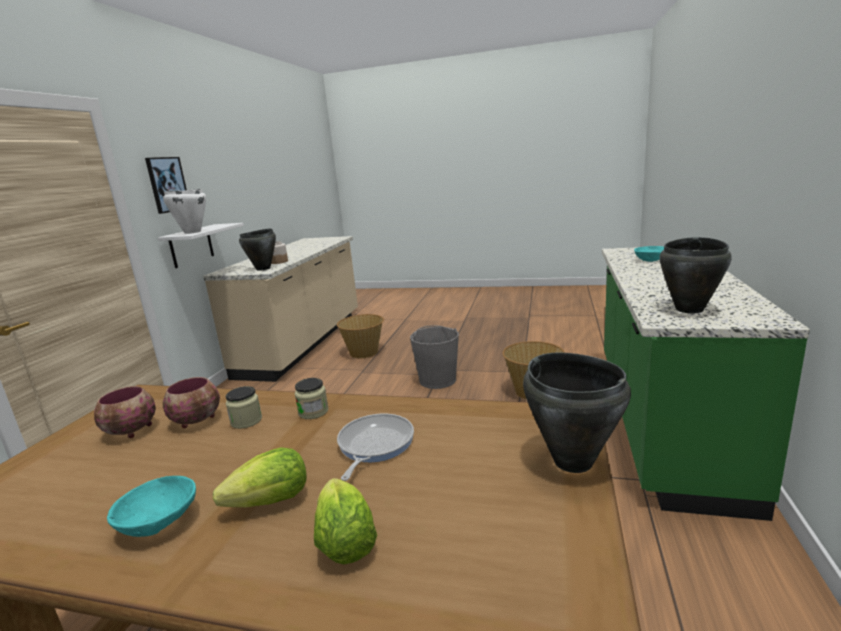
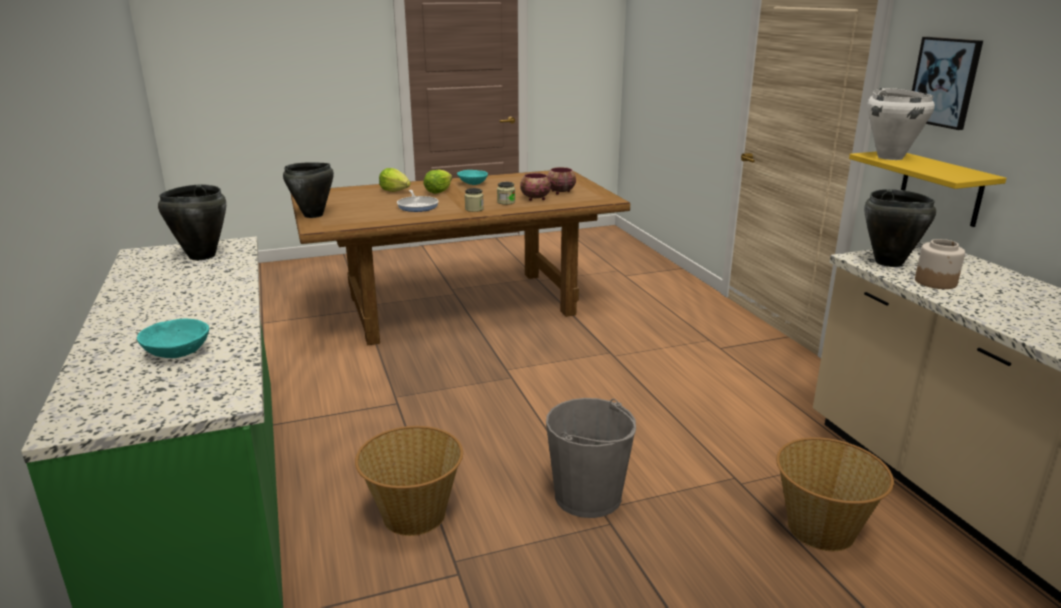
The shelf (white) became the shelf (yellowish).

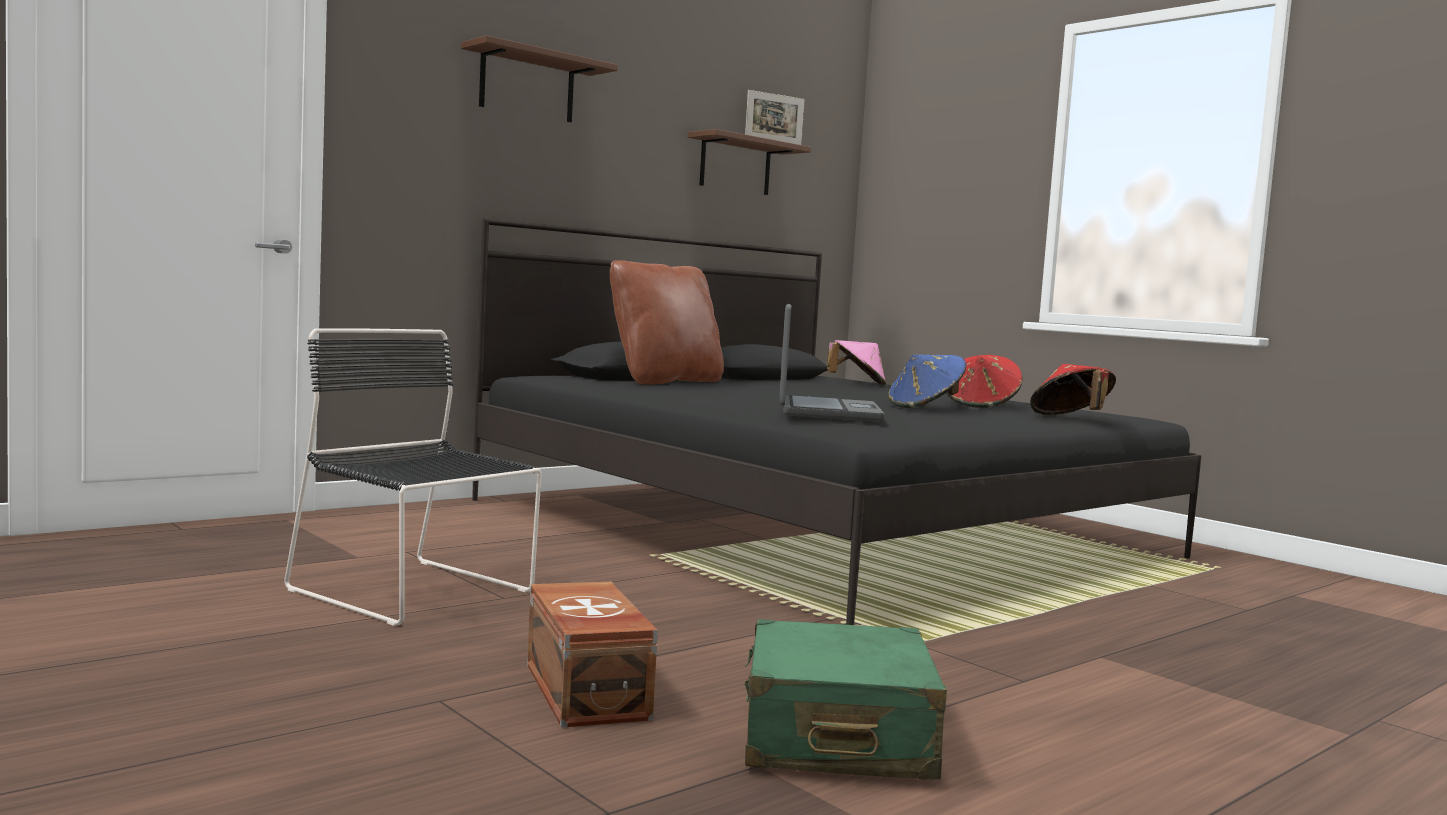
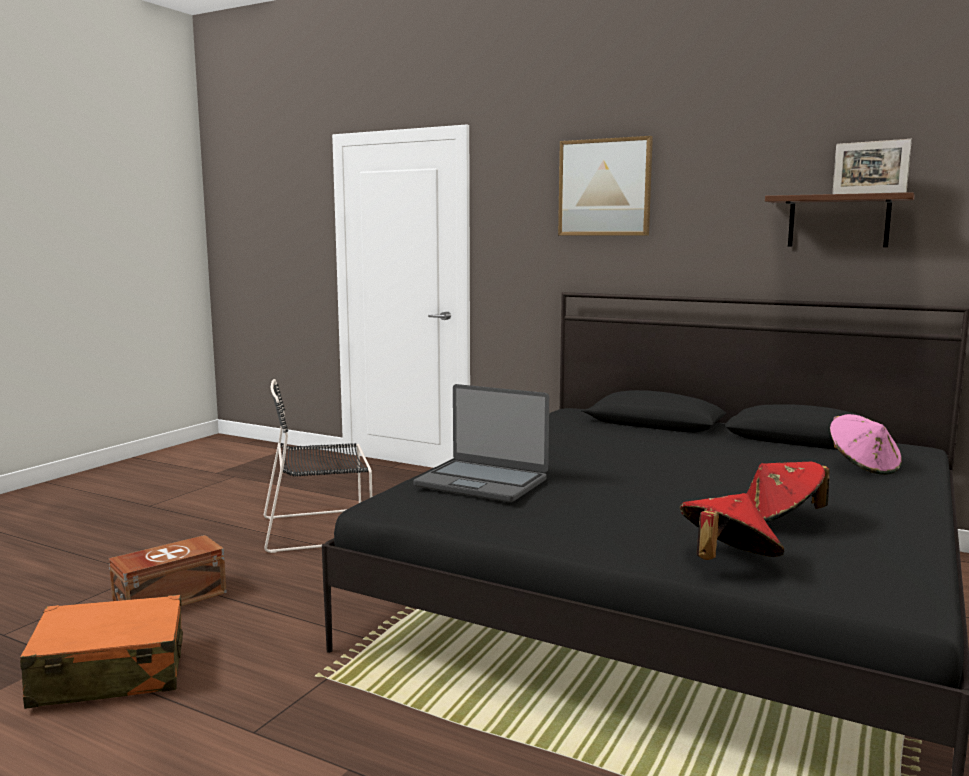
The chair (black-coloured) turned 120 degrees counterclockwise. The shelf (brownish) (no. 1 from left) was replaced by the wall picture. The throw pillow (brownish) disappeared. The suitcase (green) became the suitcase (orangey). The laptop turned 45 degrees clockwise. The hat (blue) disappeared.

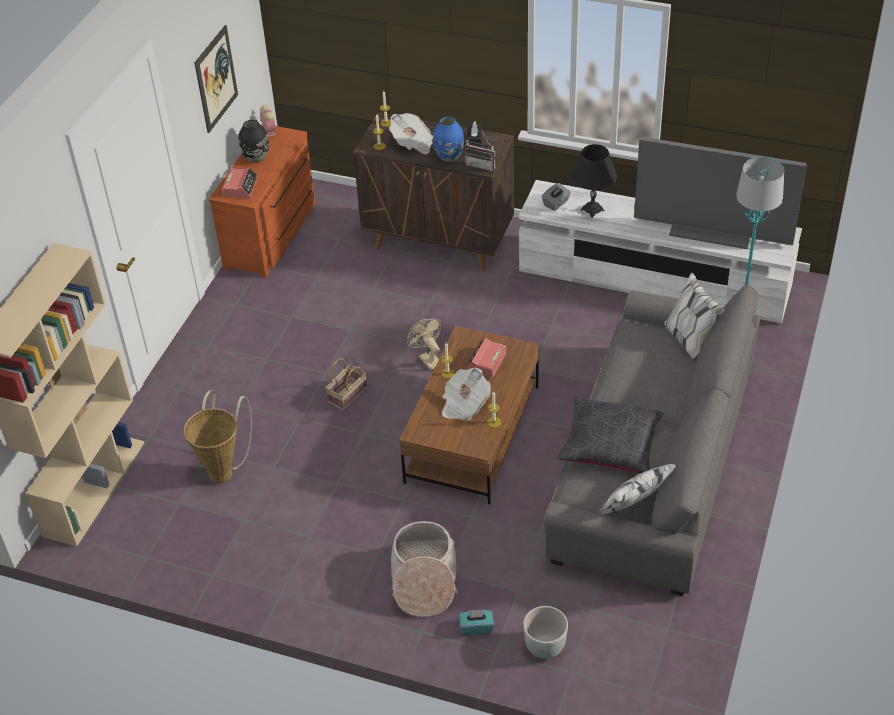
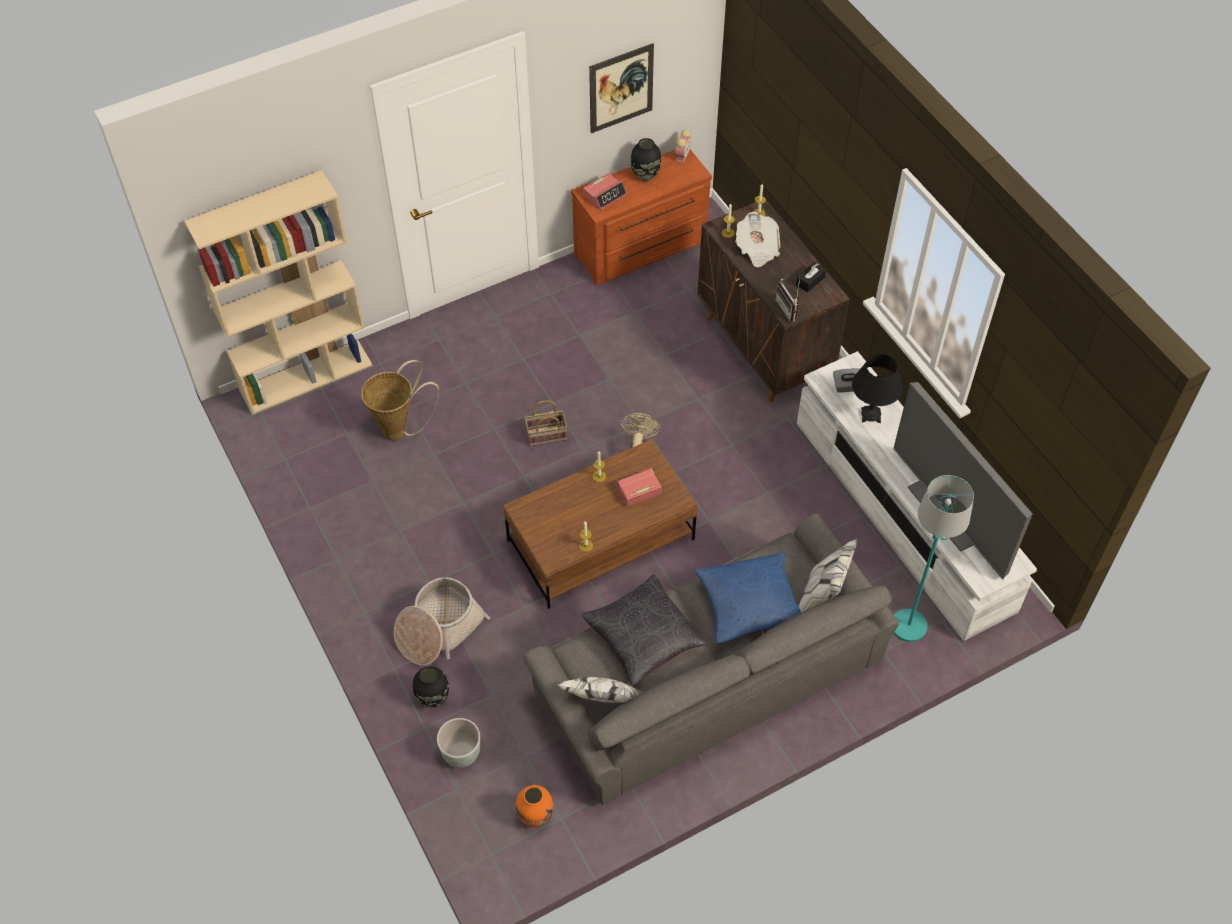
The decorative vase (blue) disappeared. The printed paper (no. 2 from left) disappeared. The tissue holder (blue-green) was replaced by the decorative vase (black-coloured) (no. 1 from left). The decorative vase (orangey) appeared. The throw pillow (blue) appeared.

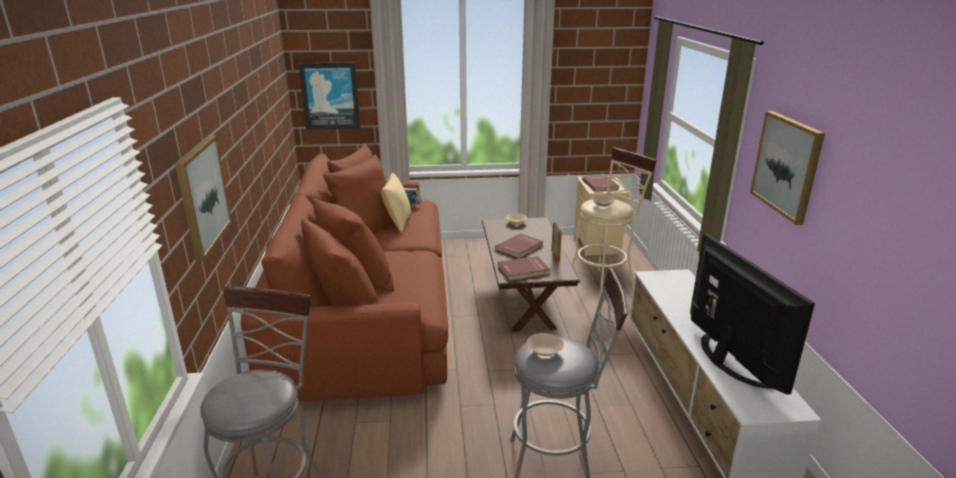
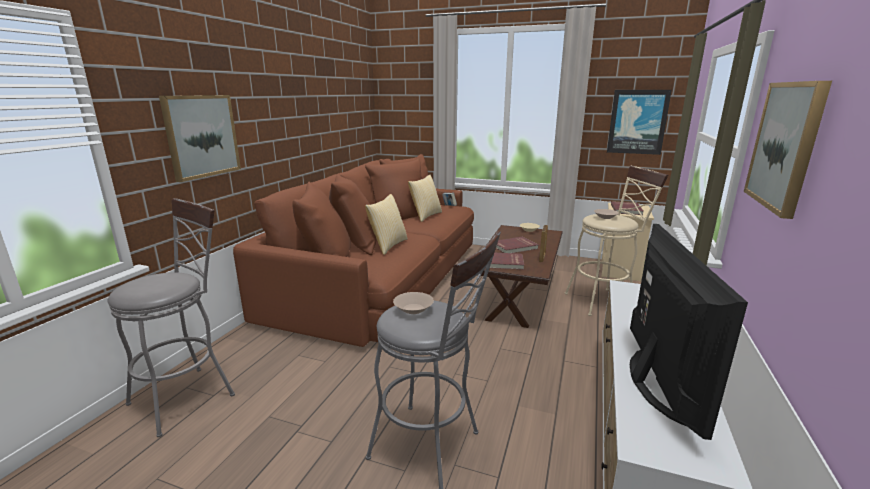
The wall picture (no. 2 from left) moved. The throw pillow (no. 1 from left) appeared.

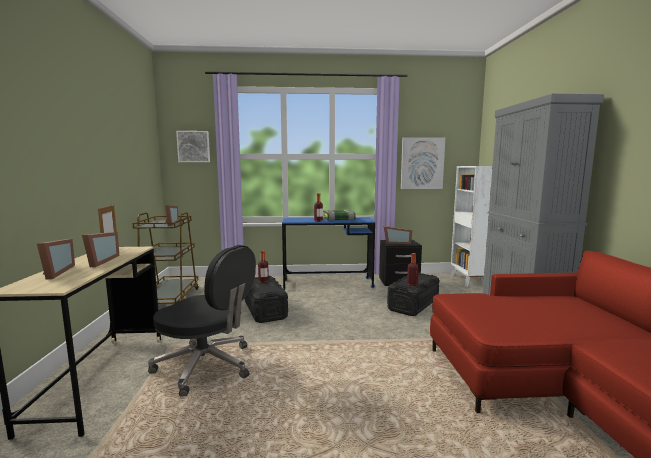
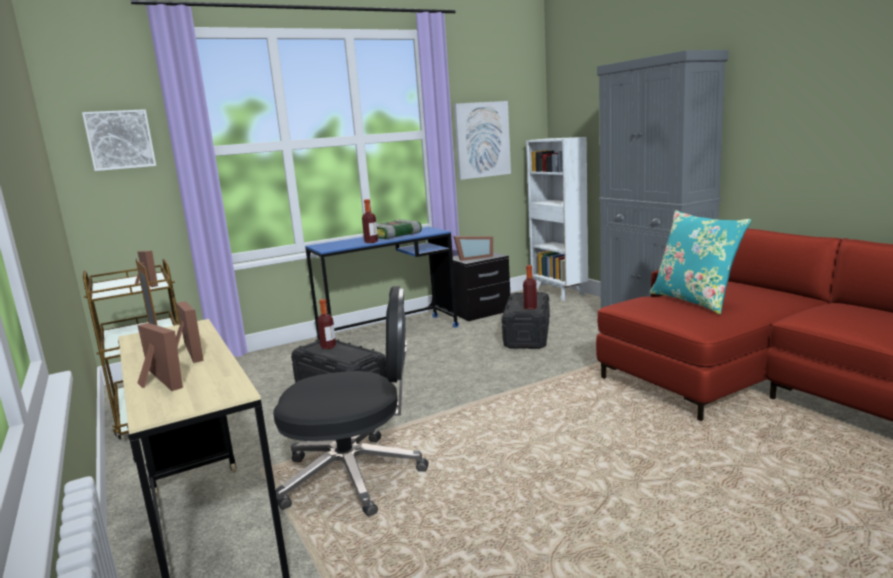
The throw pillow (blue-green) appeared.

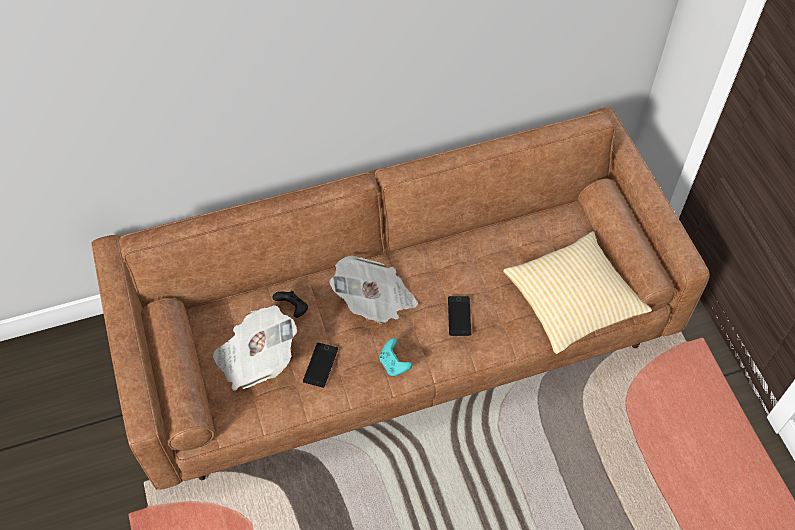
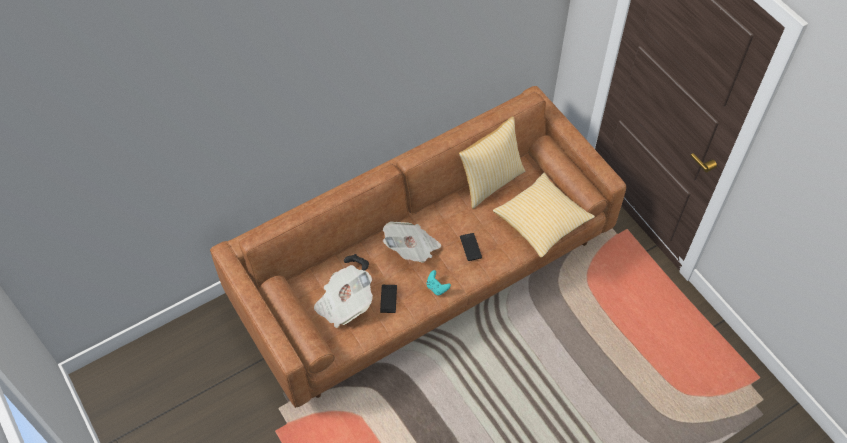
The throw pillow (no. 1 from left) appeared.

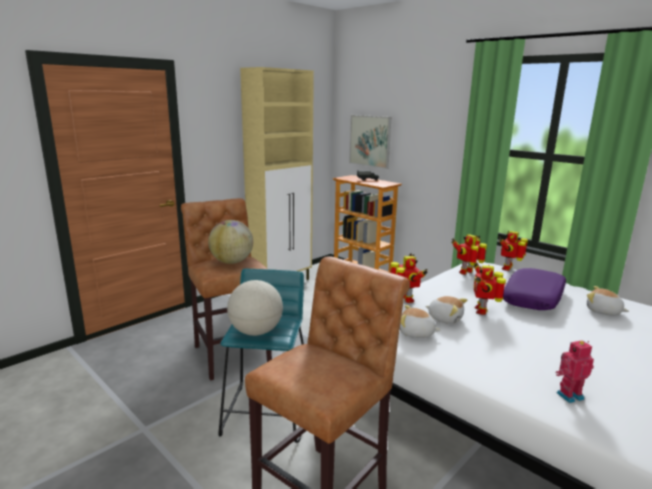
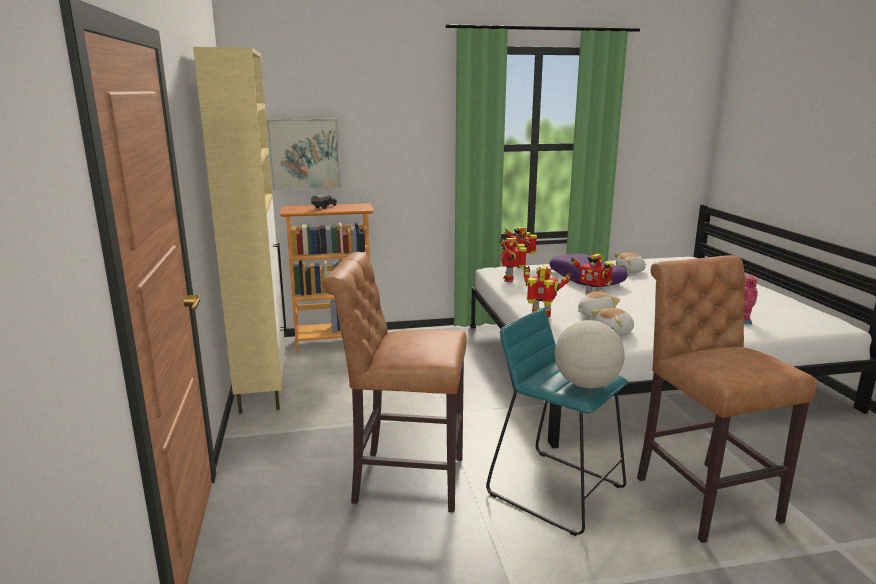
The desk globe (no. 1 from left) disappeared.

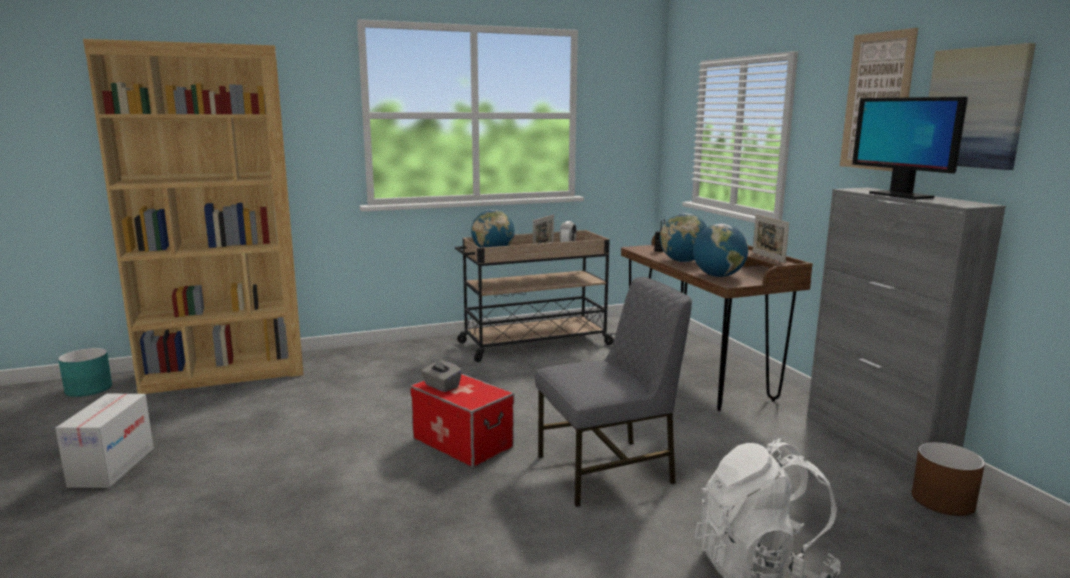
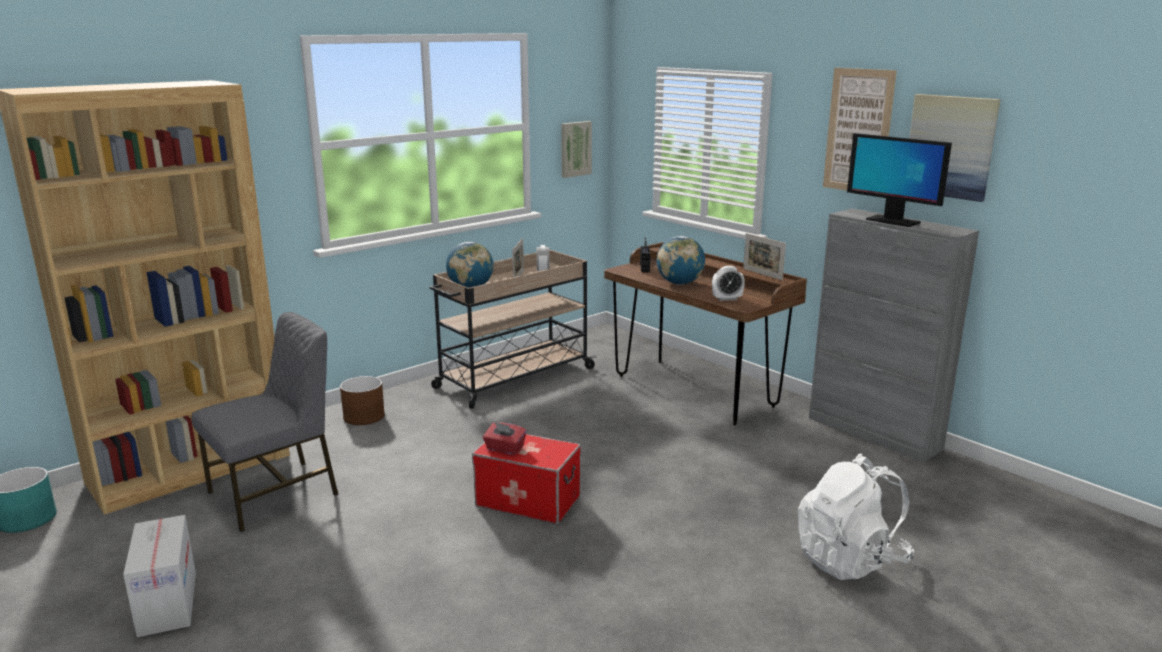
The tissue holder (greyish) became the tissue holder (red-coloured). The chair (greyish) moved. The desk globe (no. 3 from left) was replaced by the alarm clock (no. 2 from left). The plant pot (brownish) moved. The wall picture (no. 1 from left) appeared.

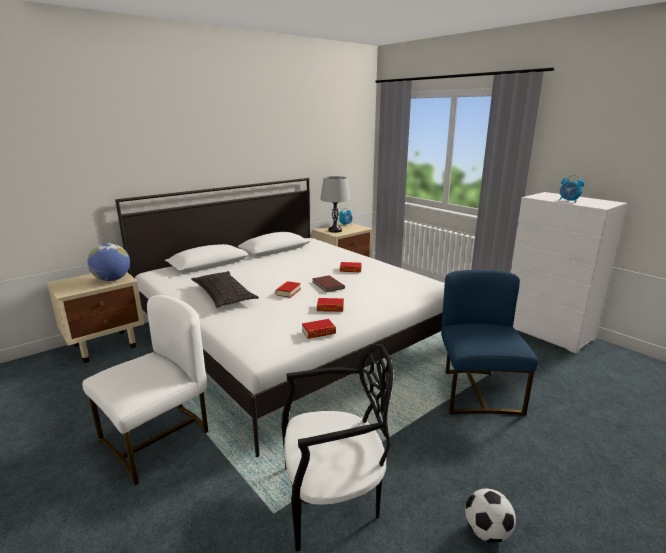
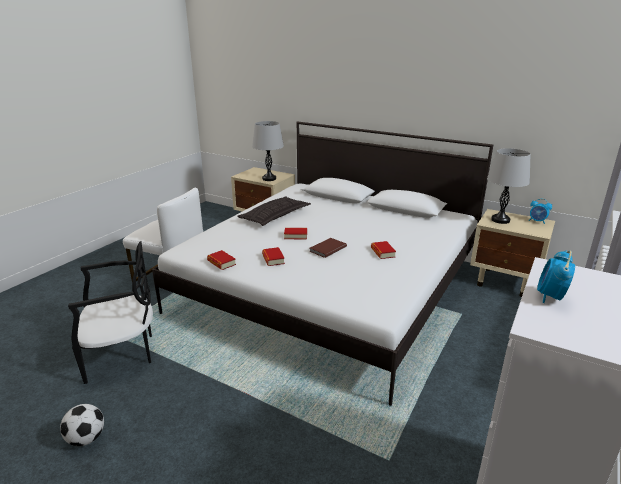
The desk globe was replaced by the lamp for a table (greyish) (no. 1 from left). The chair (black-coloured) turned 75 degrees counterclockwise. The chair (blue) disappeared.

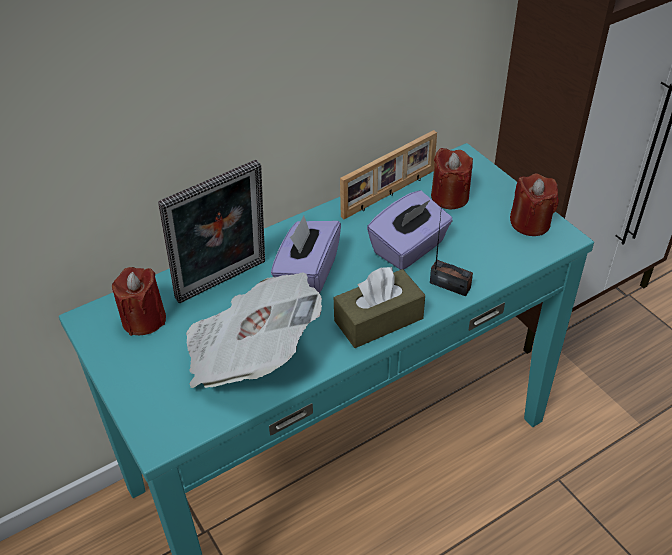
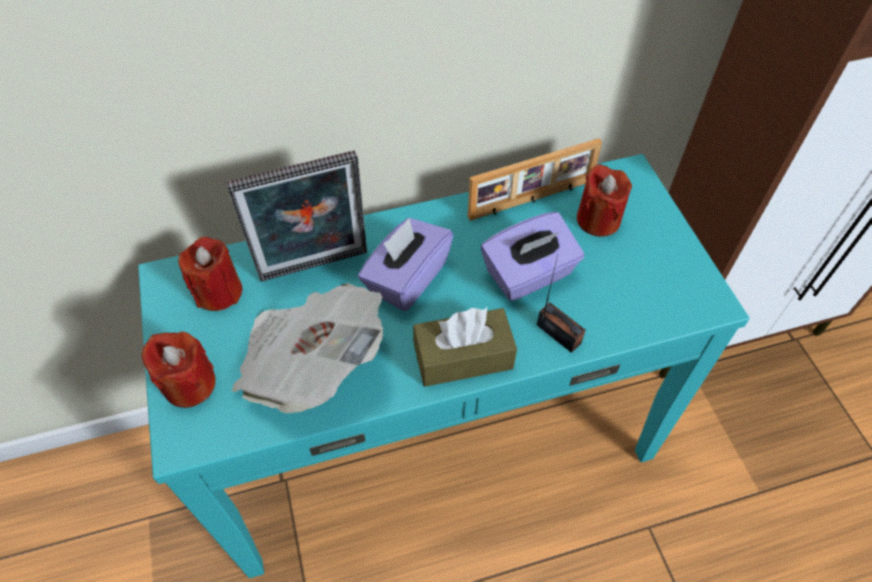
The candle (red-coloured) (no. 3 from left in the first image) moved.

